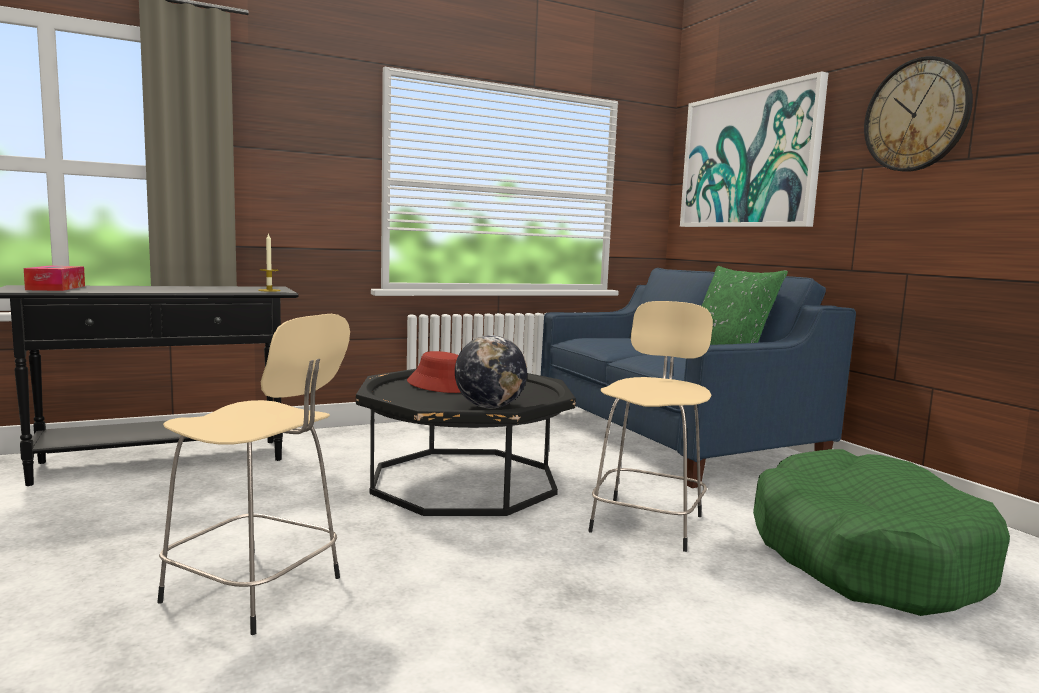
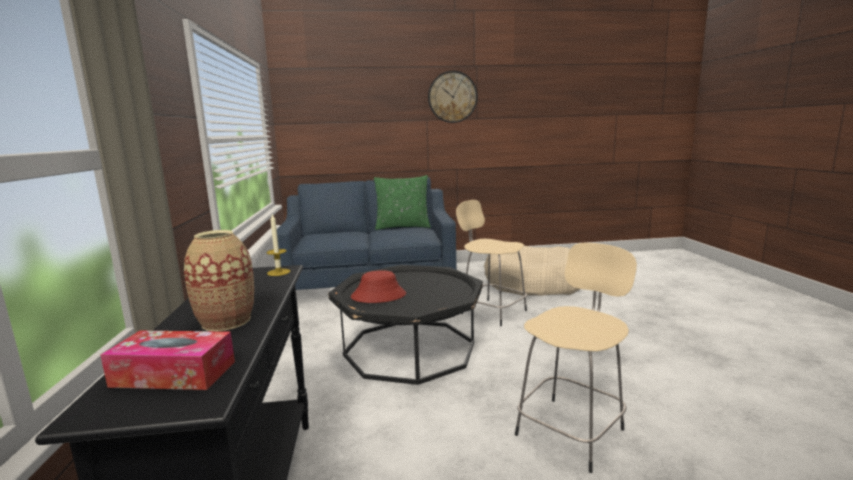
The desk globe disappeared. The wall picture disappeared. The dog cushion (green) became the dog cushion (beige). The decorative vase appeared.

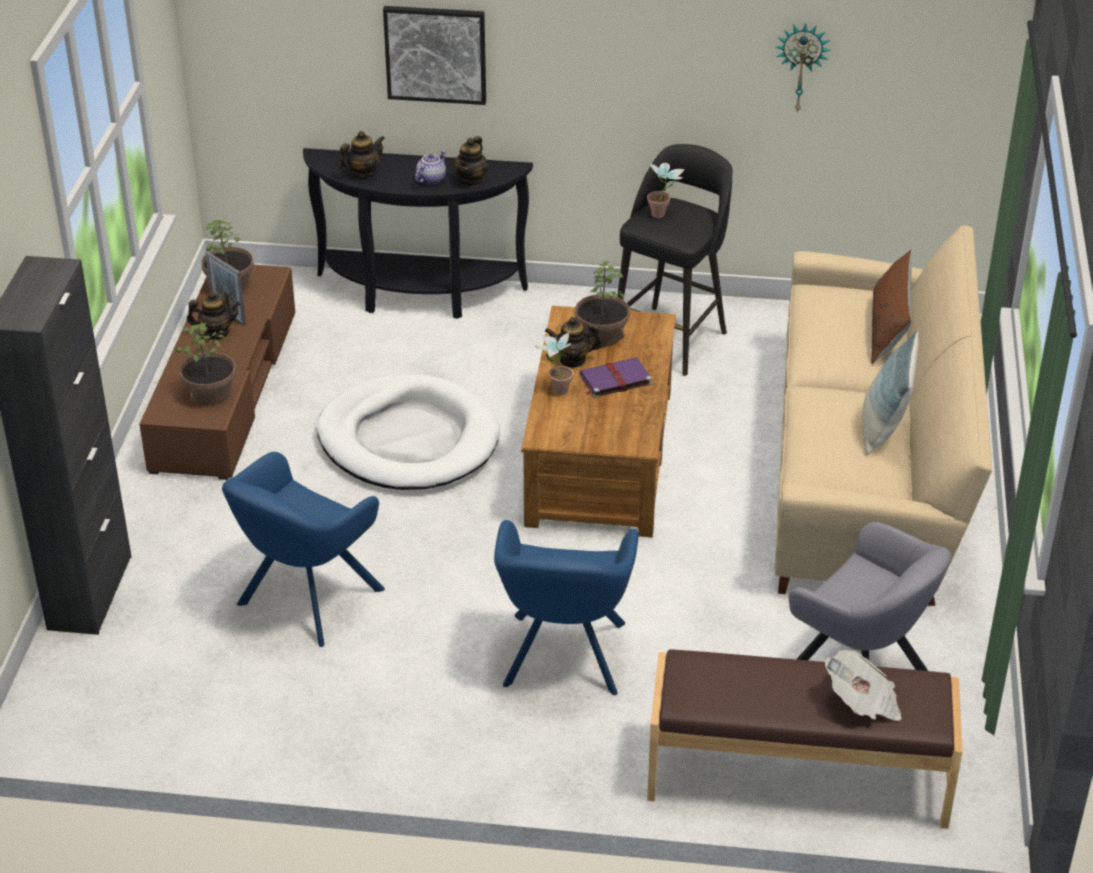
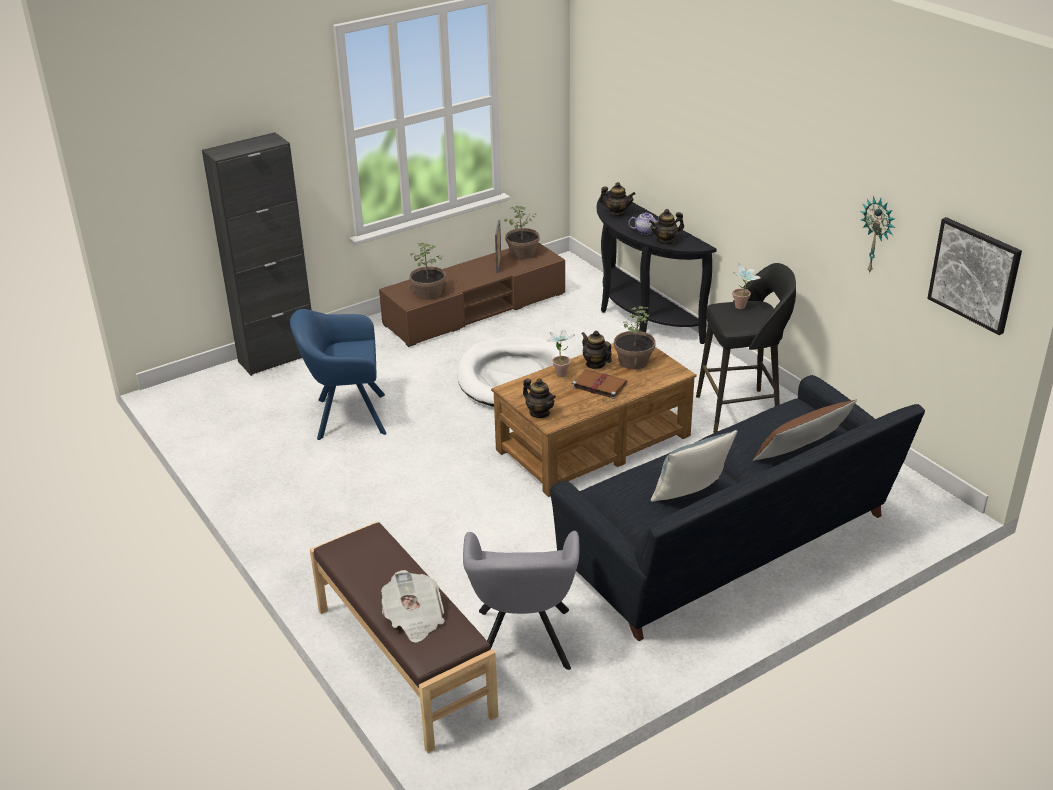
The tea pot (no. 1 from left) moved. The wall picture moved. The armchair (blue) (no. 2 from left) disappeared. The volume (purple) became the volume (brownish). The sofa (beige) became the sofa (black-coloured).

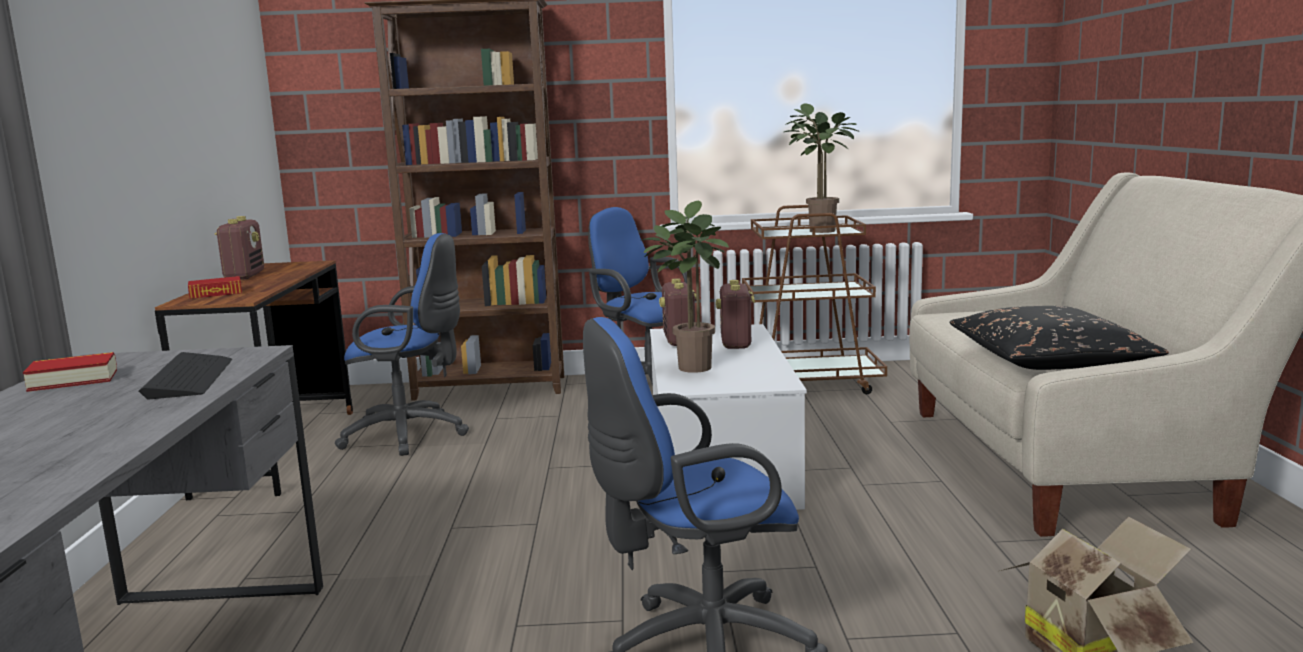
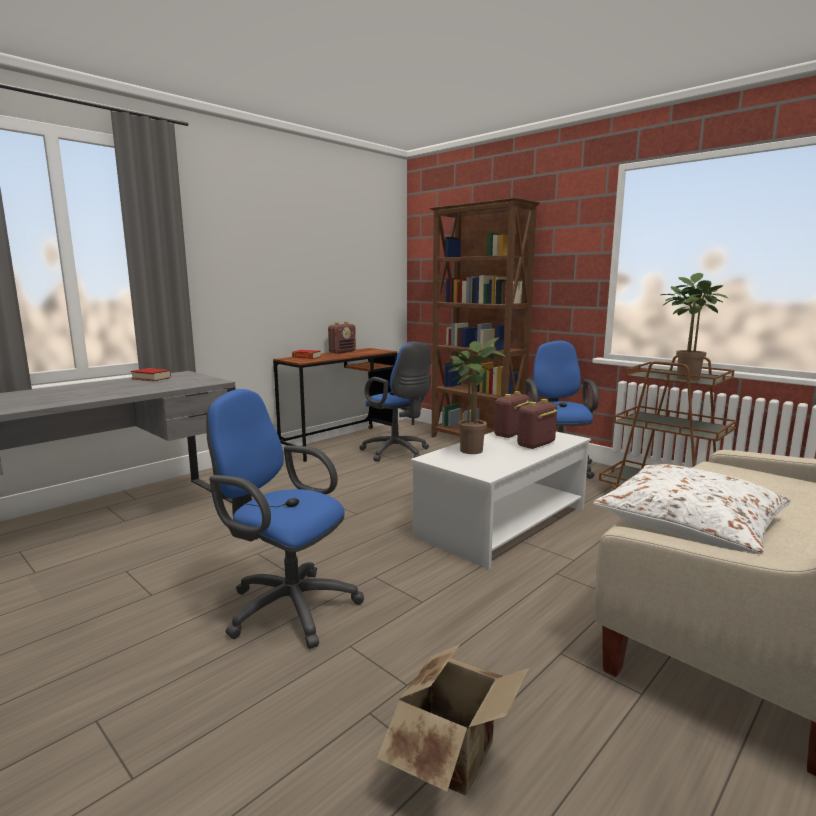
The PC keyboard disappeared. The throw pillow (black-coloured) became the throw pillow (white).

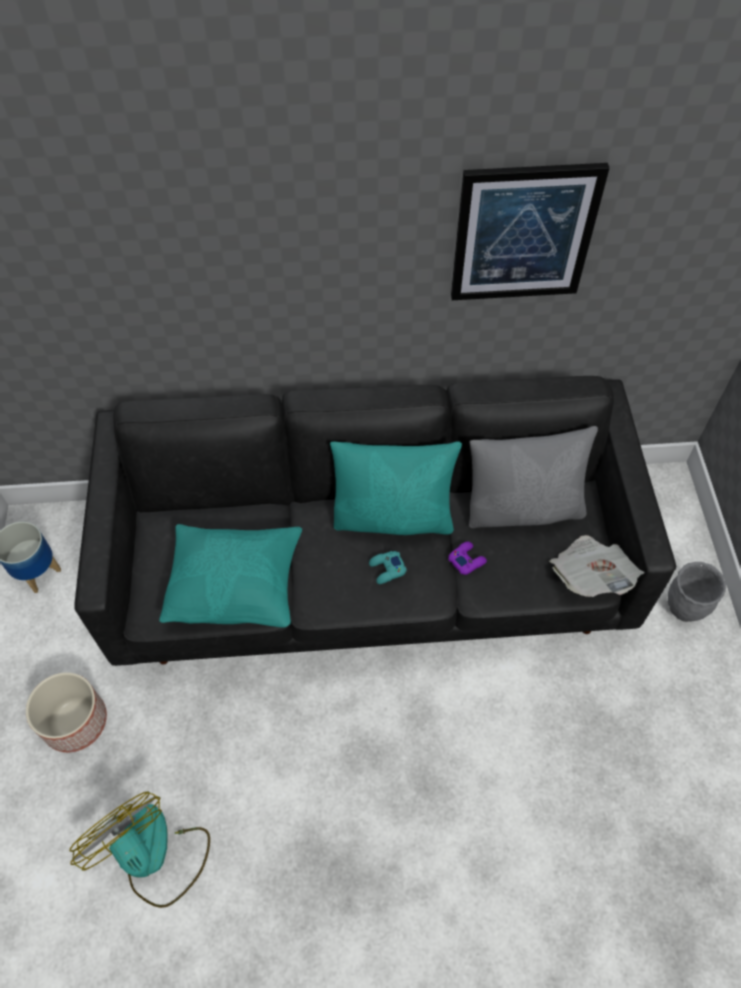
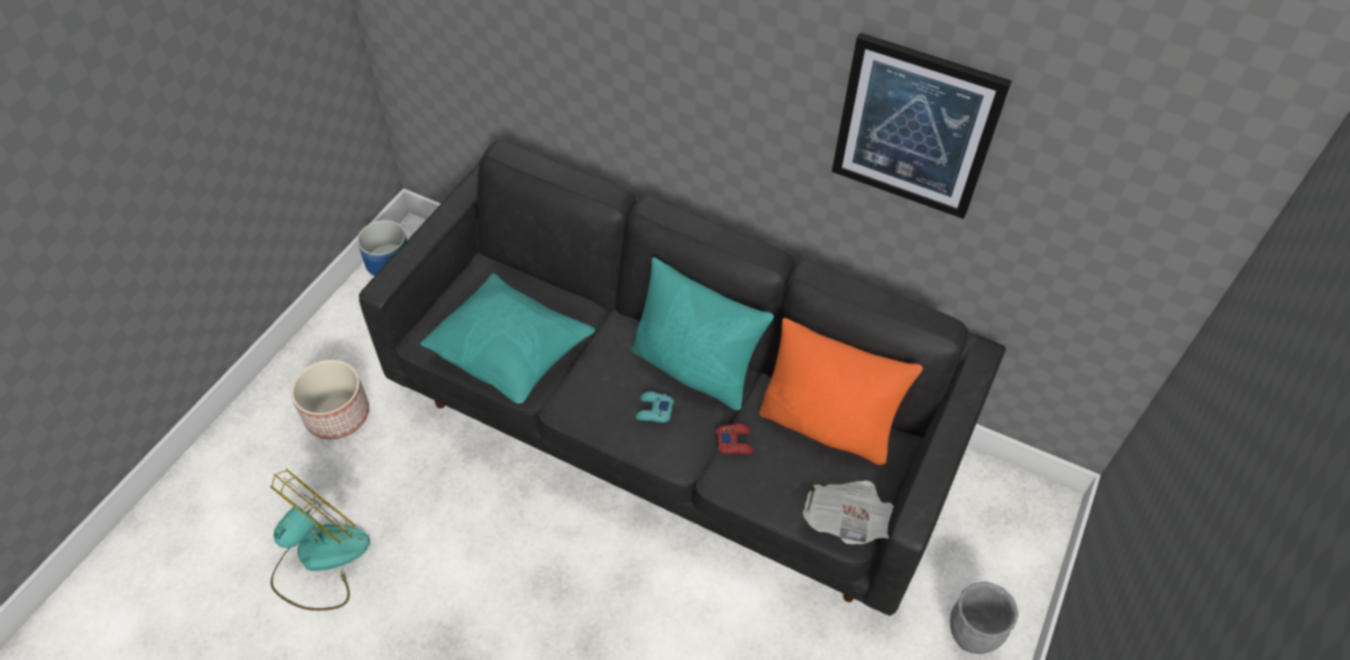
The cooling fan turned 45 degrees clockwise. The gamepad (purple) became the gamepad (red-coloured). The throw pillow (greyish) became the throw pillow (orangey).

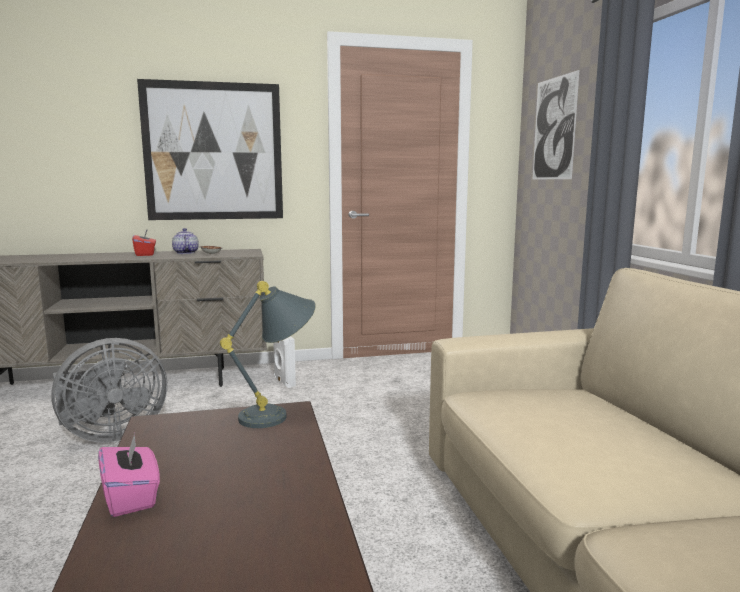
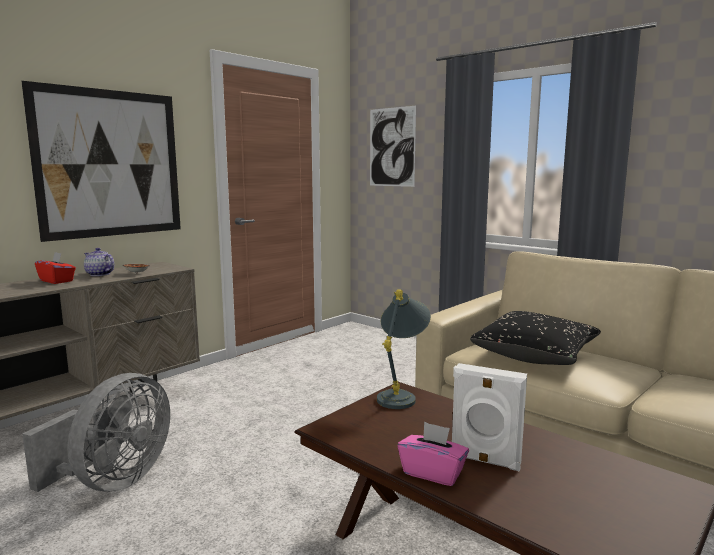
The loudspeaker (white) moved. The throw pillow (black-coloured) appeared.

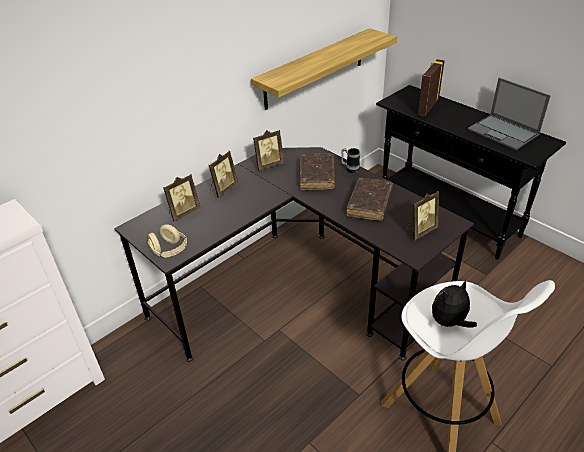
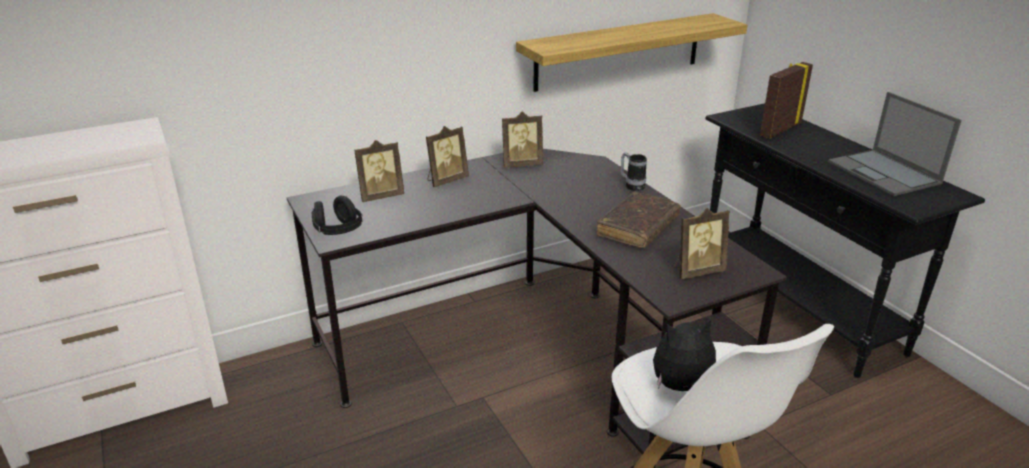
The headset (beige) became the headset (black-coloured). The volume (brownish) (no. 1 from left) disappeared.

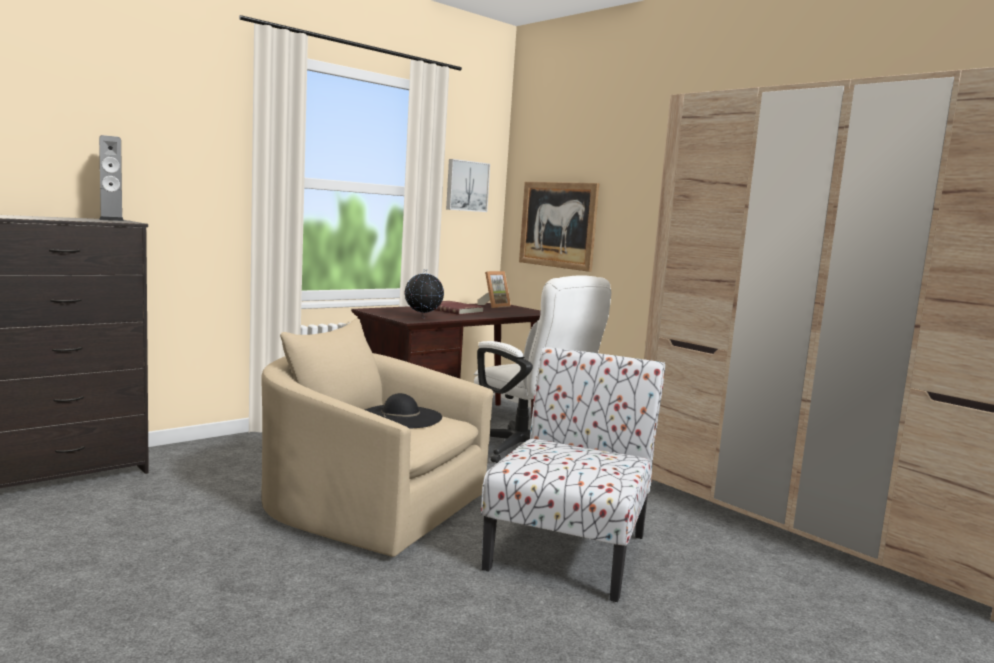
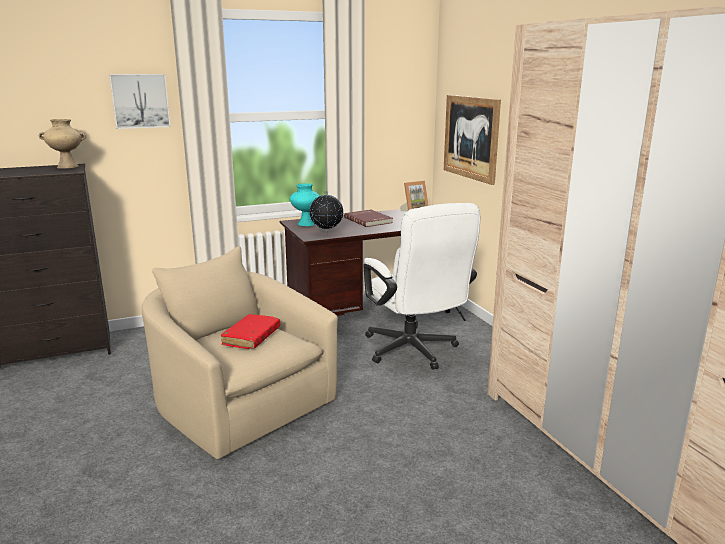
The loudspeaker was replaced by the decorative vase (beige). The hat (black-coloured) was replaced by the volume (red-coloured) (no. 1 from left). The wall picture (no. 1 from left) moved. The chair disappeared. The decorative vase (blue-green) appeared.

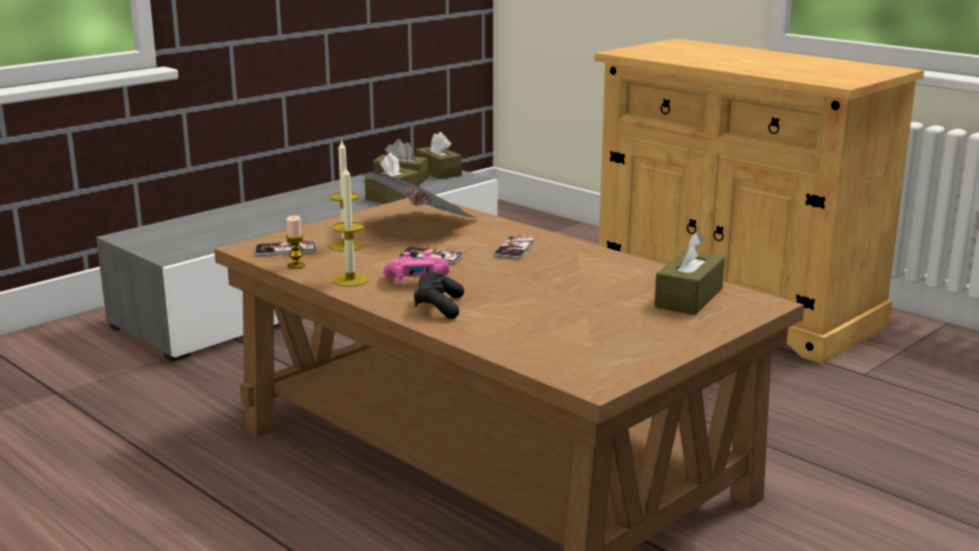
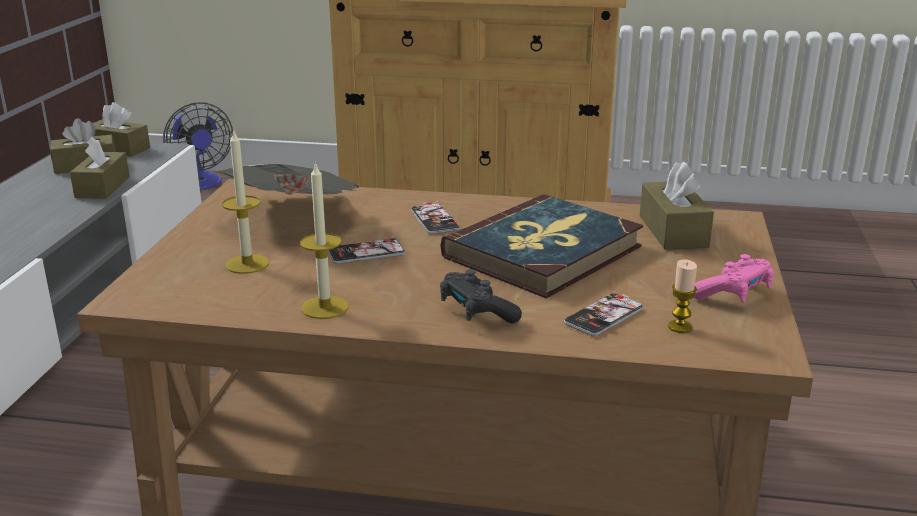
The phone (no. 1 from left in the first image) moved. The candle (no. 1 from left in the first image) moved. The gamepad (pinkish) moved. The cooling fan appeared. The volume appeared.

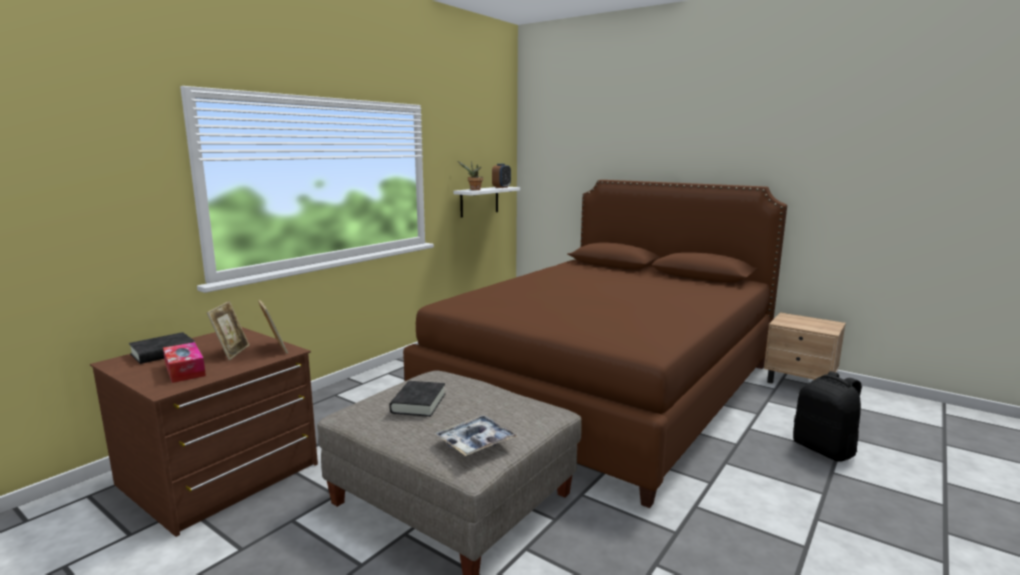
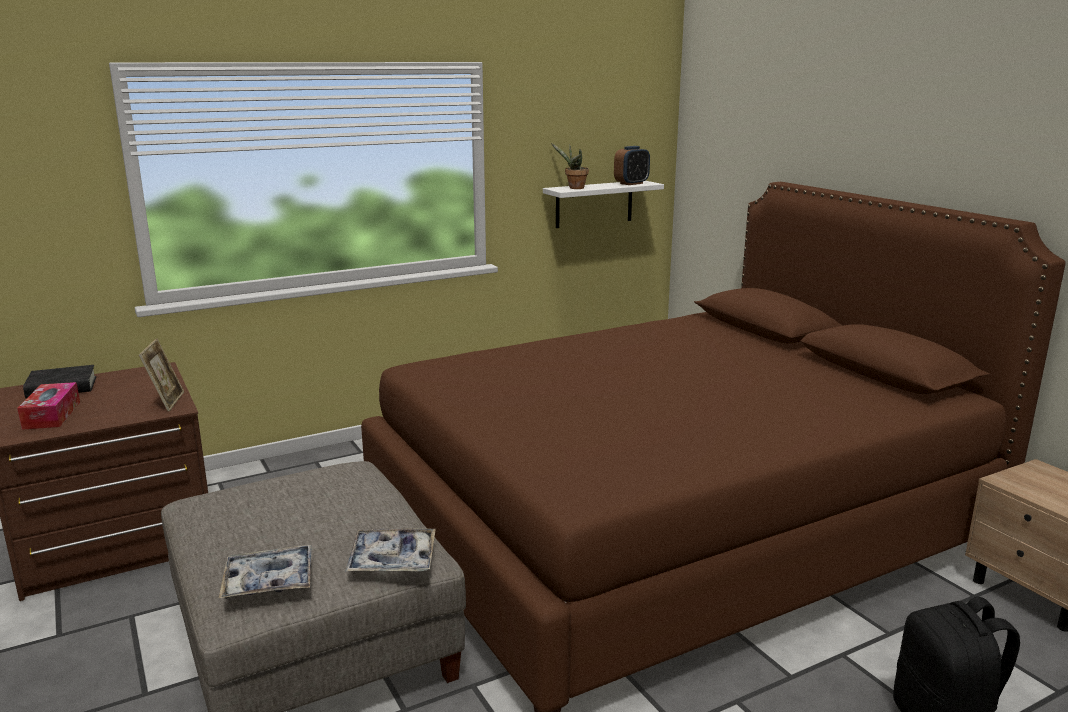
The standing frame (no. 1 from left) disappeared. The volume (black-coloured) (no. 2 from left) disappeared. The serving tray (no. 2 from left) appeared.

